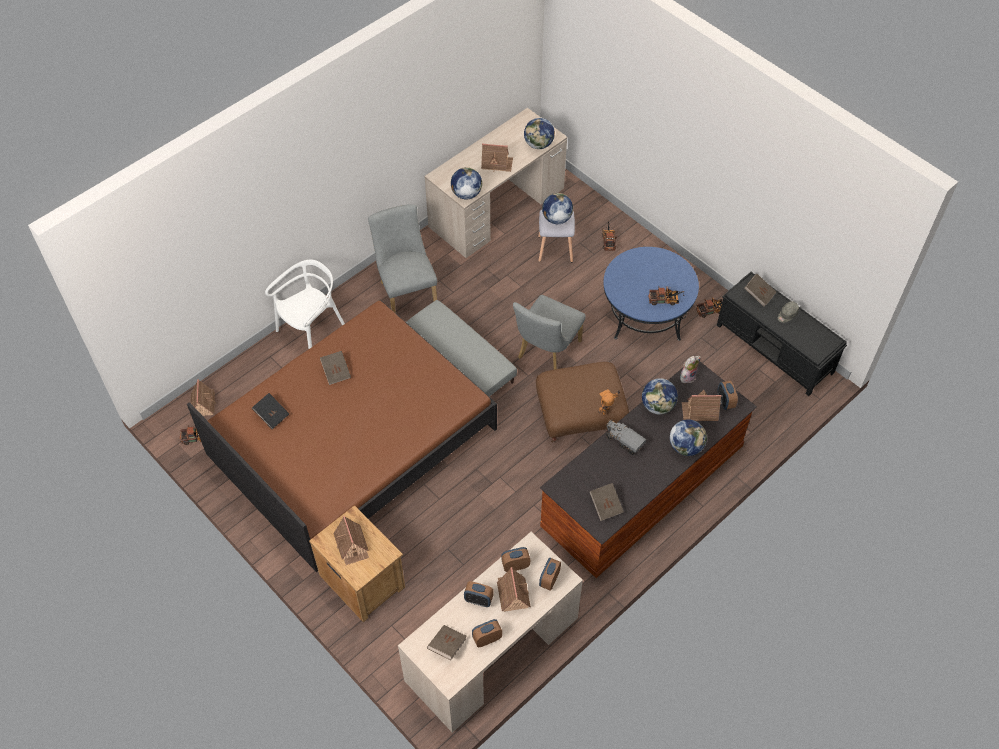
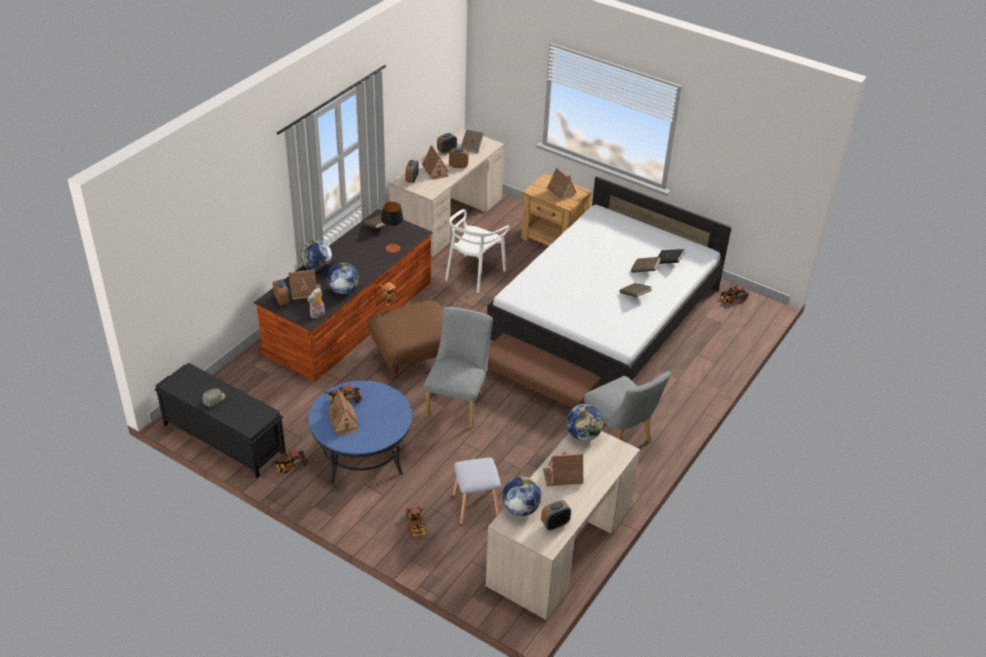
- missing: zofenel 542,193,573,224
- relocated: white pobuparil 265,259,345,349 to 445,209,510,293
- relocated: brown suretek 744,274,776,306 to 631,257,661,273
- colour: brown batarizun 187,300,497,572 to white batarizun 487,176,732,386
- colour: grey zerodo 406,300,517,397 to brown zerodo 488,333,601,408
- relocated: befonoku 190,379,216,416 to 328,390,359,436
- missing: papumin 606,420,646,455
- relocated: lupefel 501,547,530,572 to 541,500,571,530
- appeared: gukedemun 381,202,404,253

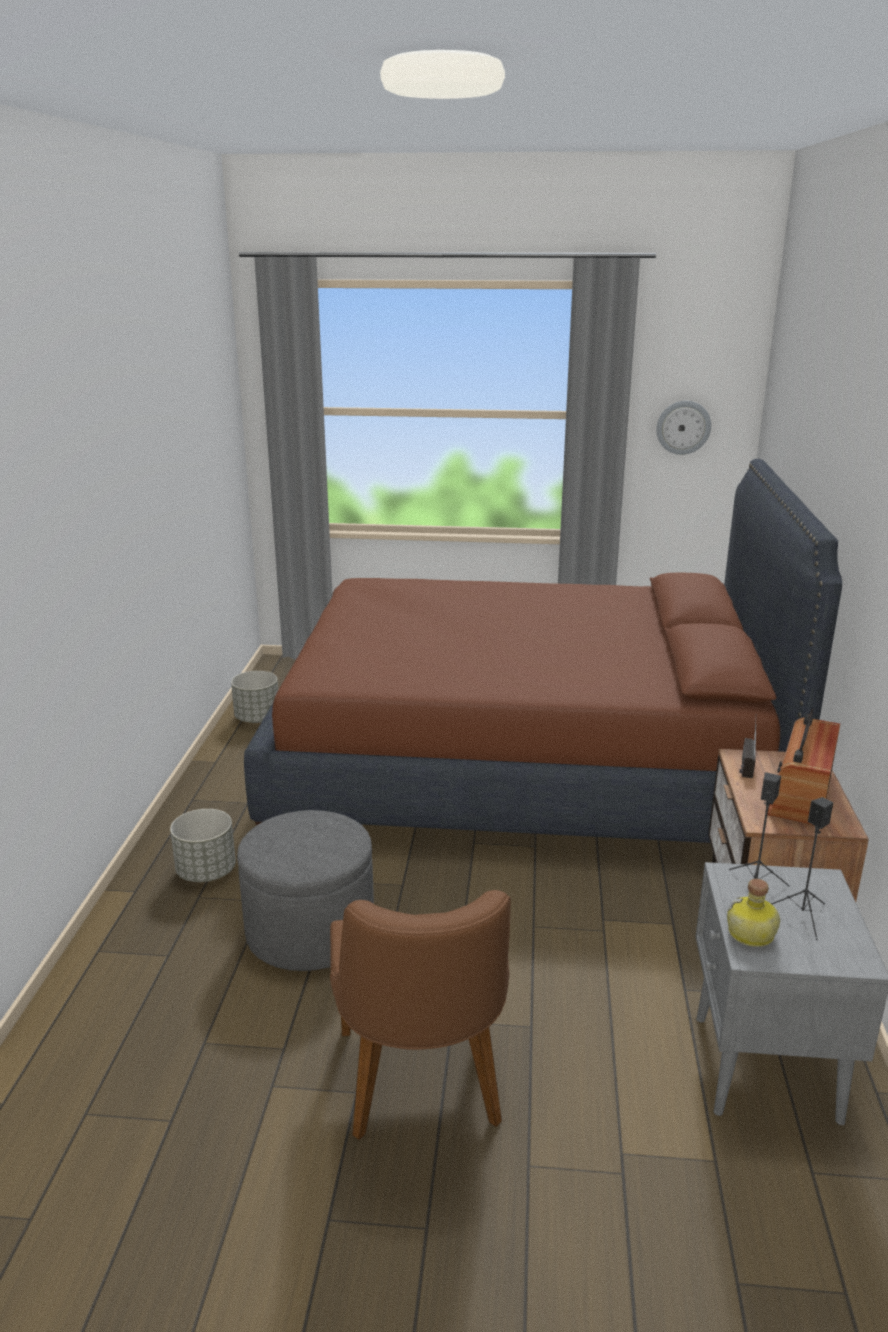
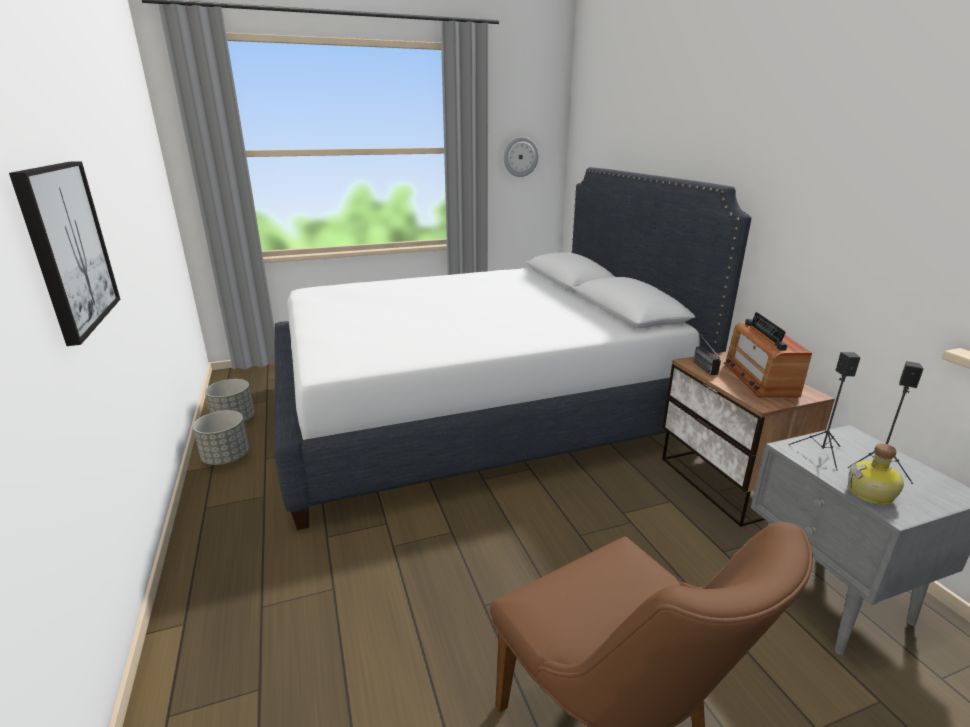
- colour: brown batarizun 244,459,842,843 to white batarizun 275,167,752,530
- relocated: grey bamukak 170,809,236,882 to 193,410,249,465
- missing: grey zerodo 237,810,374,971
- appeared: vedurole 9,161,120,346

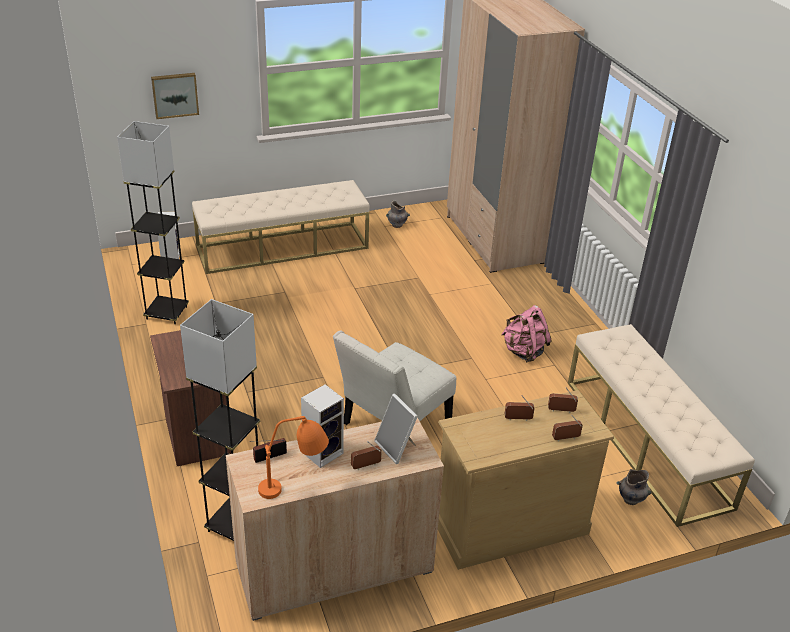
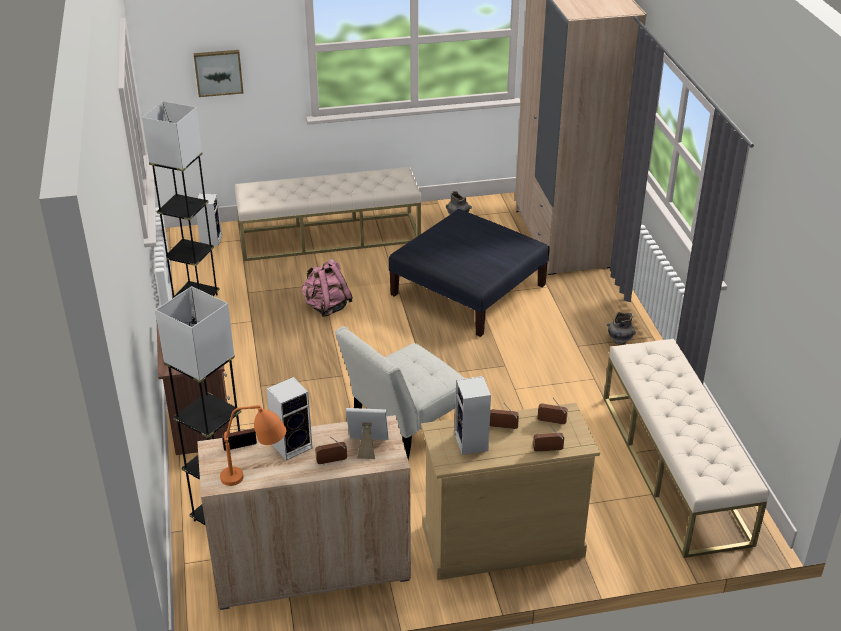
- relocated: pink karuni 501,305,552,362 to 302,259,353,317
- spun: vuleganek 374,394,418,464 = 345,408,389,459 120 degrees clockwise
- relocated: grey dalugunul 616,469,651,505 to 607,312,636,345
- appeared: blue zerodo 389,209,550,337
- appeared: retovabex 455,376,491,455

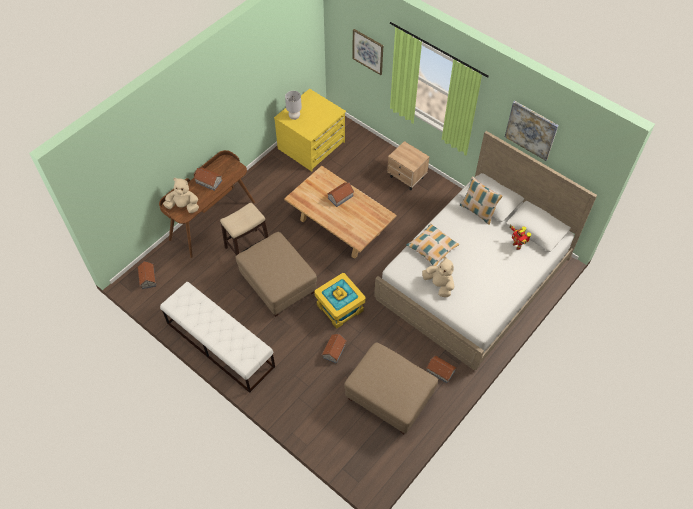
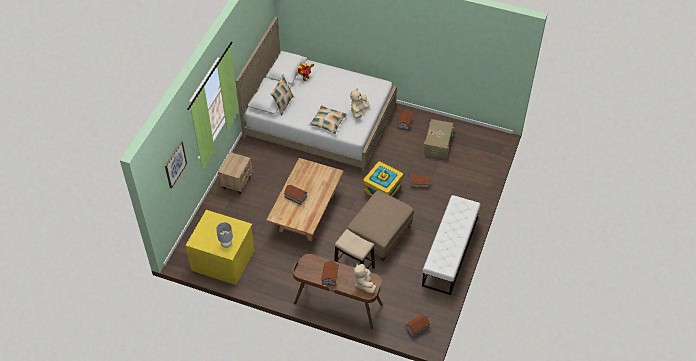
- missing: vedurole 505,101,559,161
- exchanged: beige zerodo 344,342,438,434 to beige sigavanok 423,119,454,159

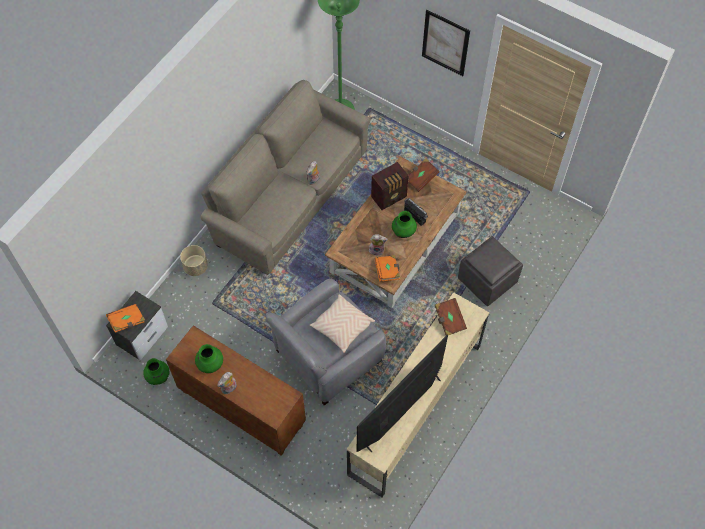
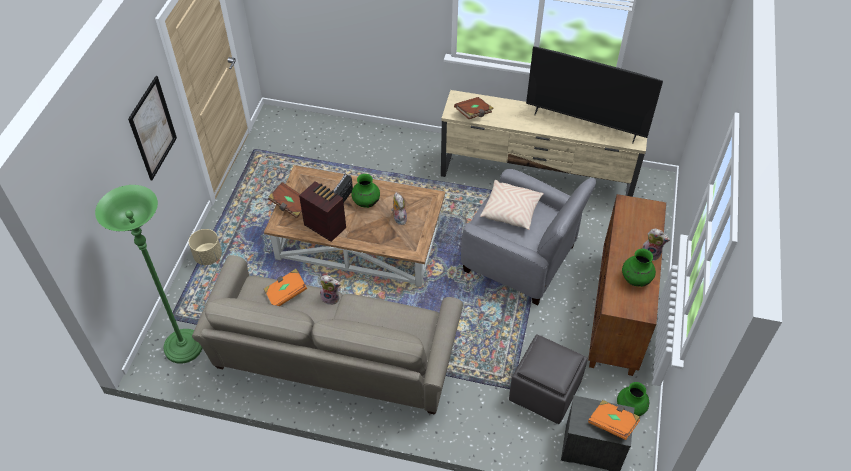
- relocated: grey zerodo 458,236,523,306 to 509,334,588,424
- relocated: beige bamukak 180,245,208,276 to 189,229,222,265
- relocated: orange suretek 374,255,400,282 to 264,269,307,306

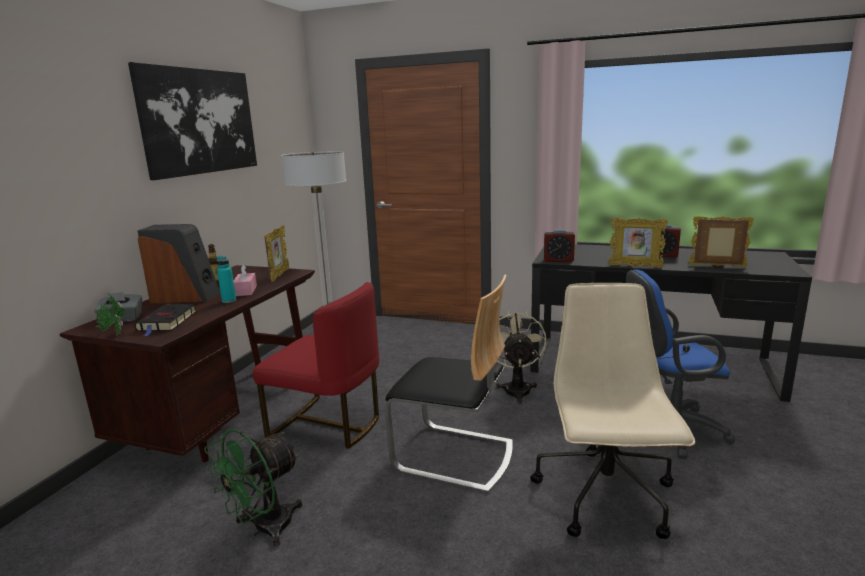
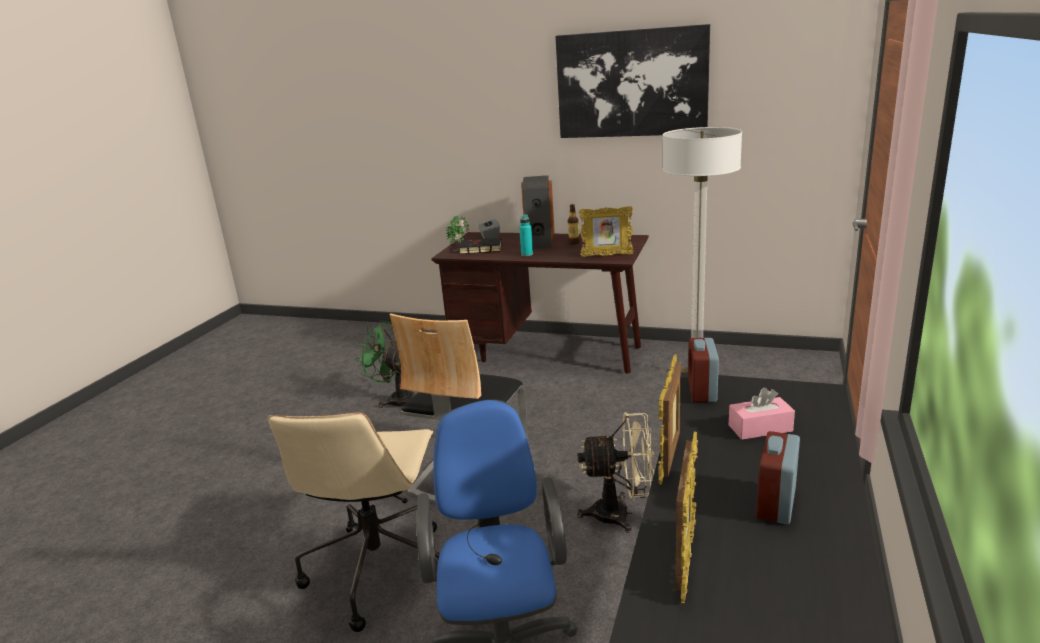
- relocated: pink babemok 233,264,257,296 to 729,387,795,440
- missing: red pobuparil 253,282,379,449
- spun: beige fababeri 530,283,696,539 = 268,412,440,632 90 degrees clockwise

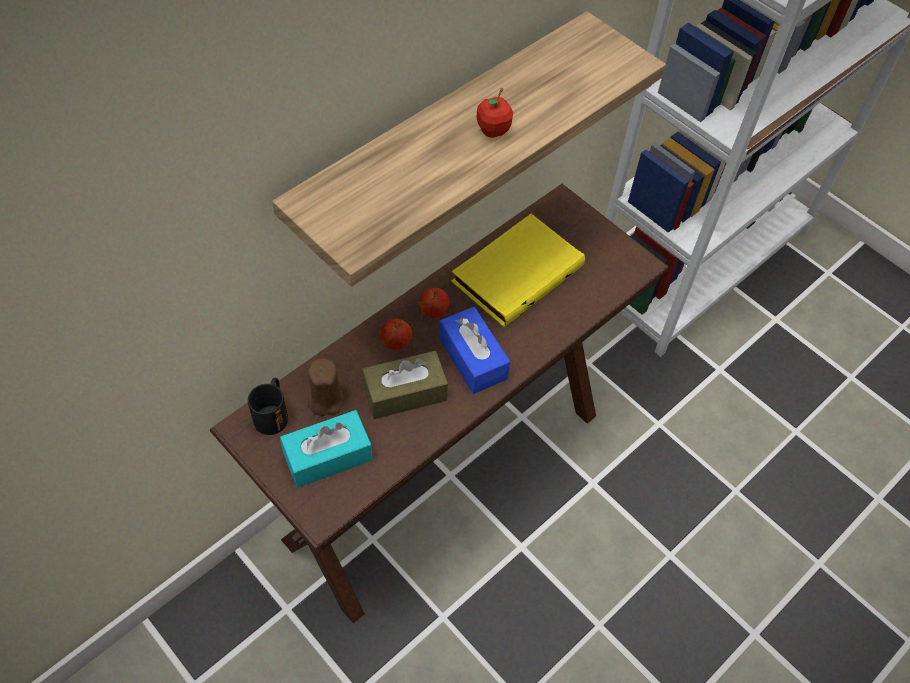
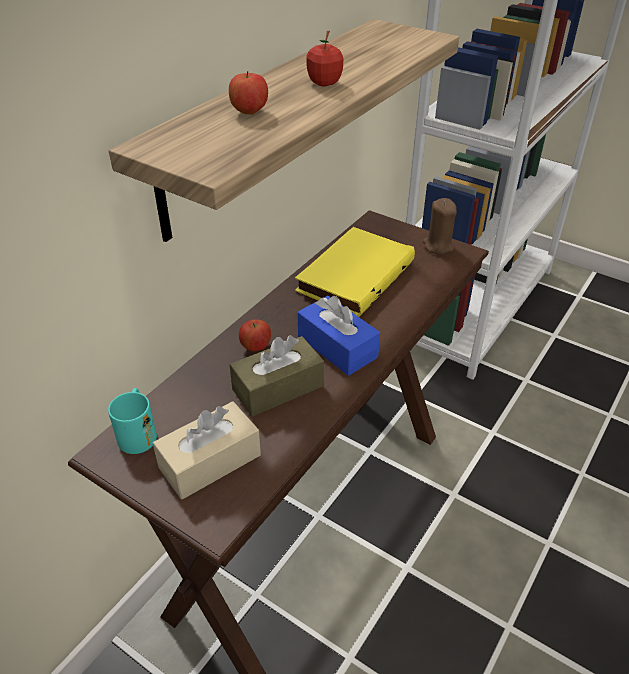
- relocated: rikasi 419,288,450,318 to 229,71,268,115
- relocated: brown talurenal 308,358,344,416 to 423,198,457,254
- colour: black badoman 248,378,288,435 to turquoise badoman 108,388,157,454
- colour: turquoise babemok 280,410,373,488 to beige babemok 153,401,261,499

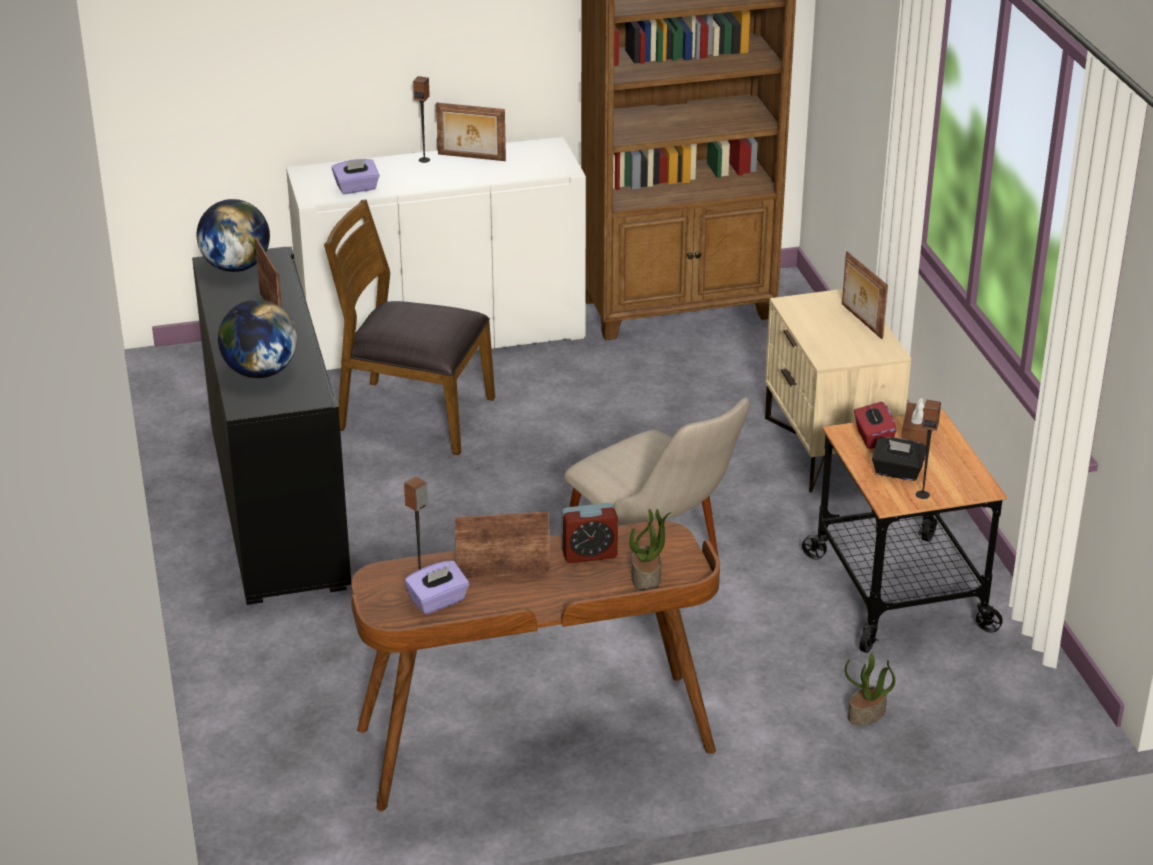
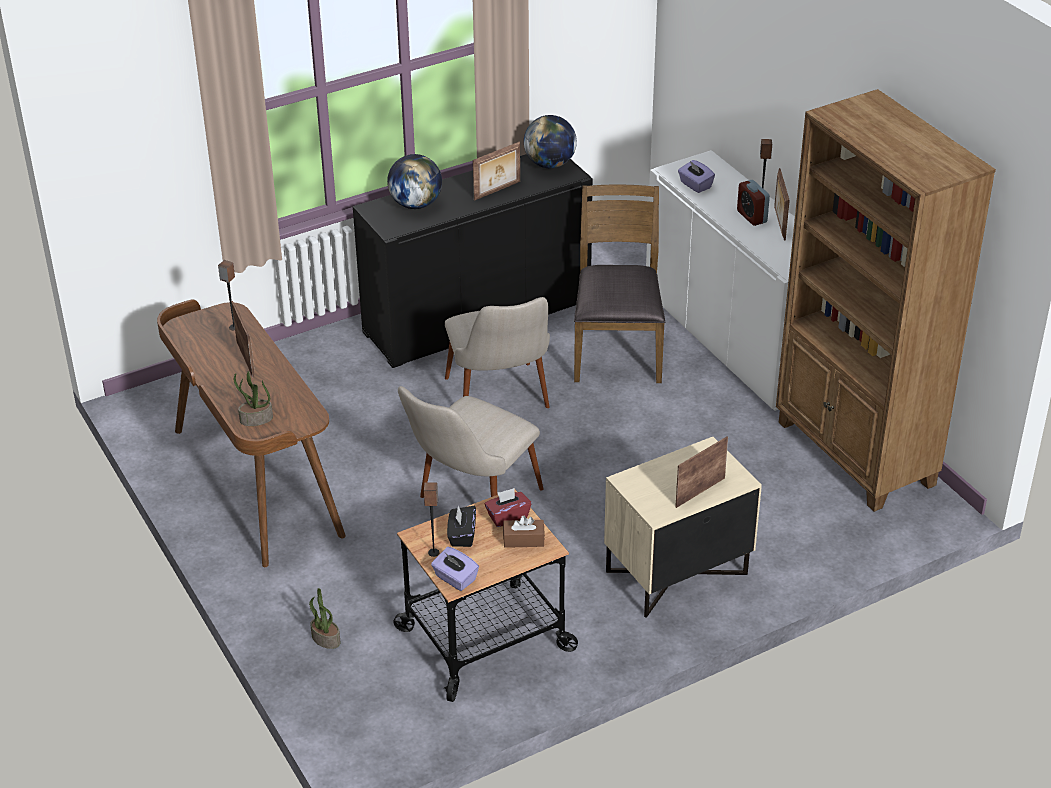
- relocated: lupefel 561,503,618,563 to 737,180,770,226
- relocated: purple babemok 405,561,469,614 to 431,547,479,591
- appeared: beige pobuparil 445,297,550,408

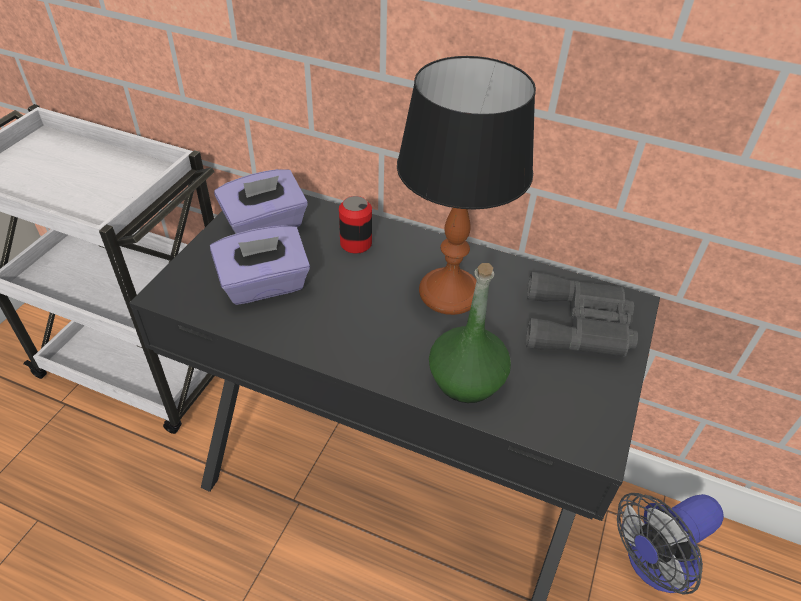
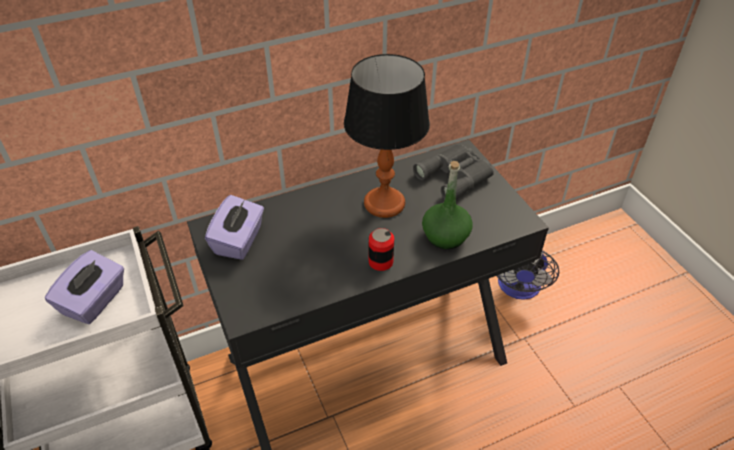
- relocated: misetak 339,196,372,254 to 369,228,394,271
- relocated: purple babemok 210,226,310,305 to 45,250,124,324

